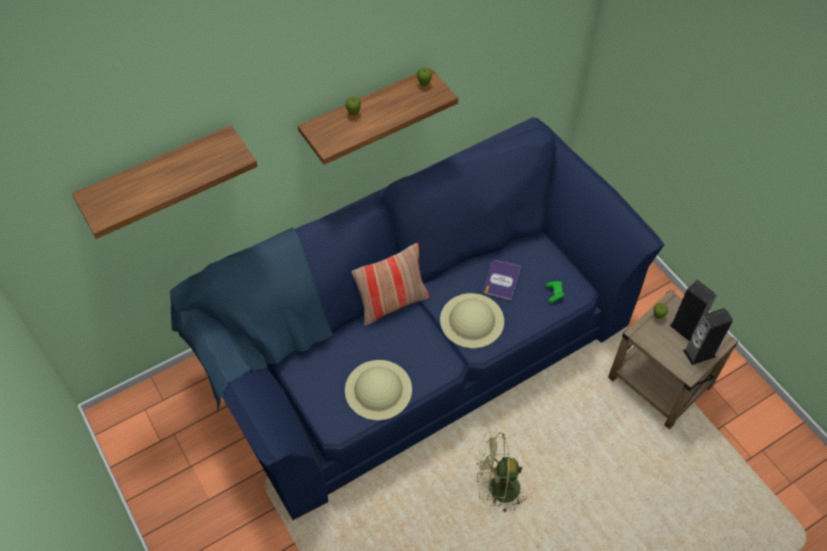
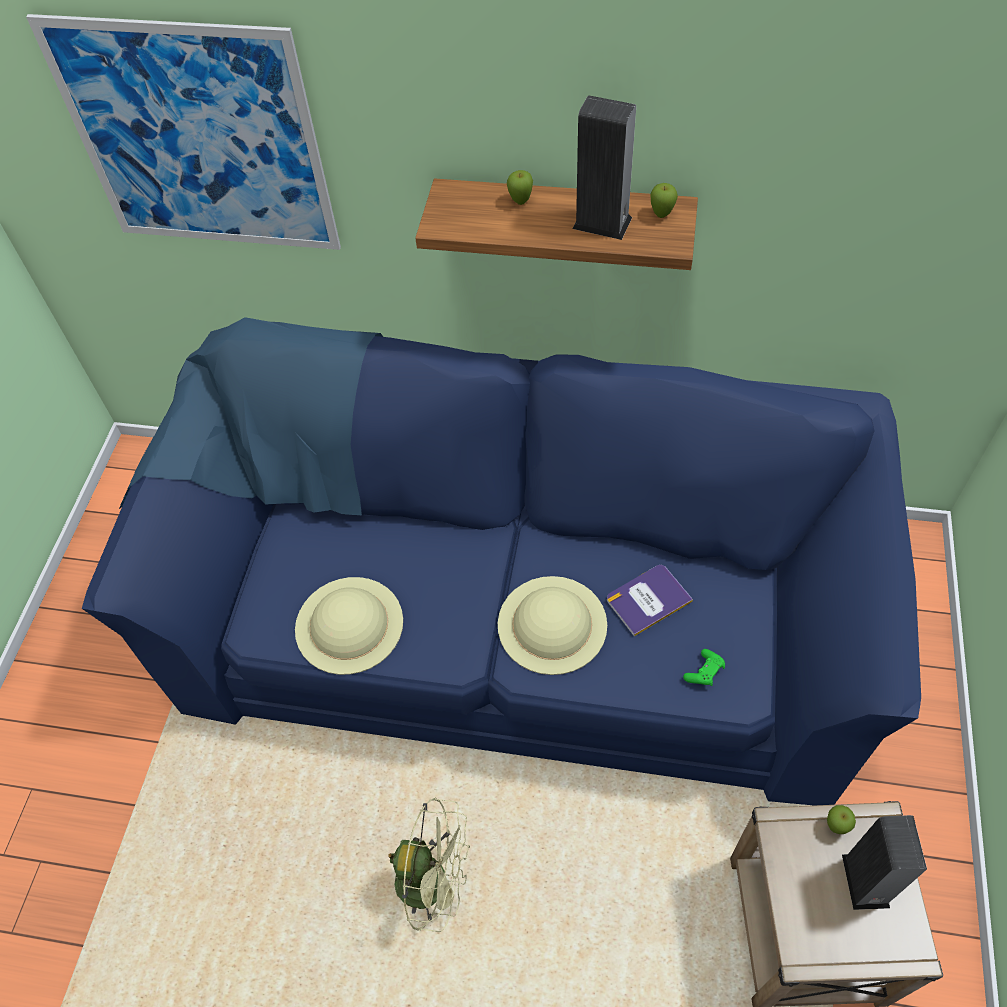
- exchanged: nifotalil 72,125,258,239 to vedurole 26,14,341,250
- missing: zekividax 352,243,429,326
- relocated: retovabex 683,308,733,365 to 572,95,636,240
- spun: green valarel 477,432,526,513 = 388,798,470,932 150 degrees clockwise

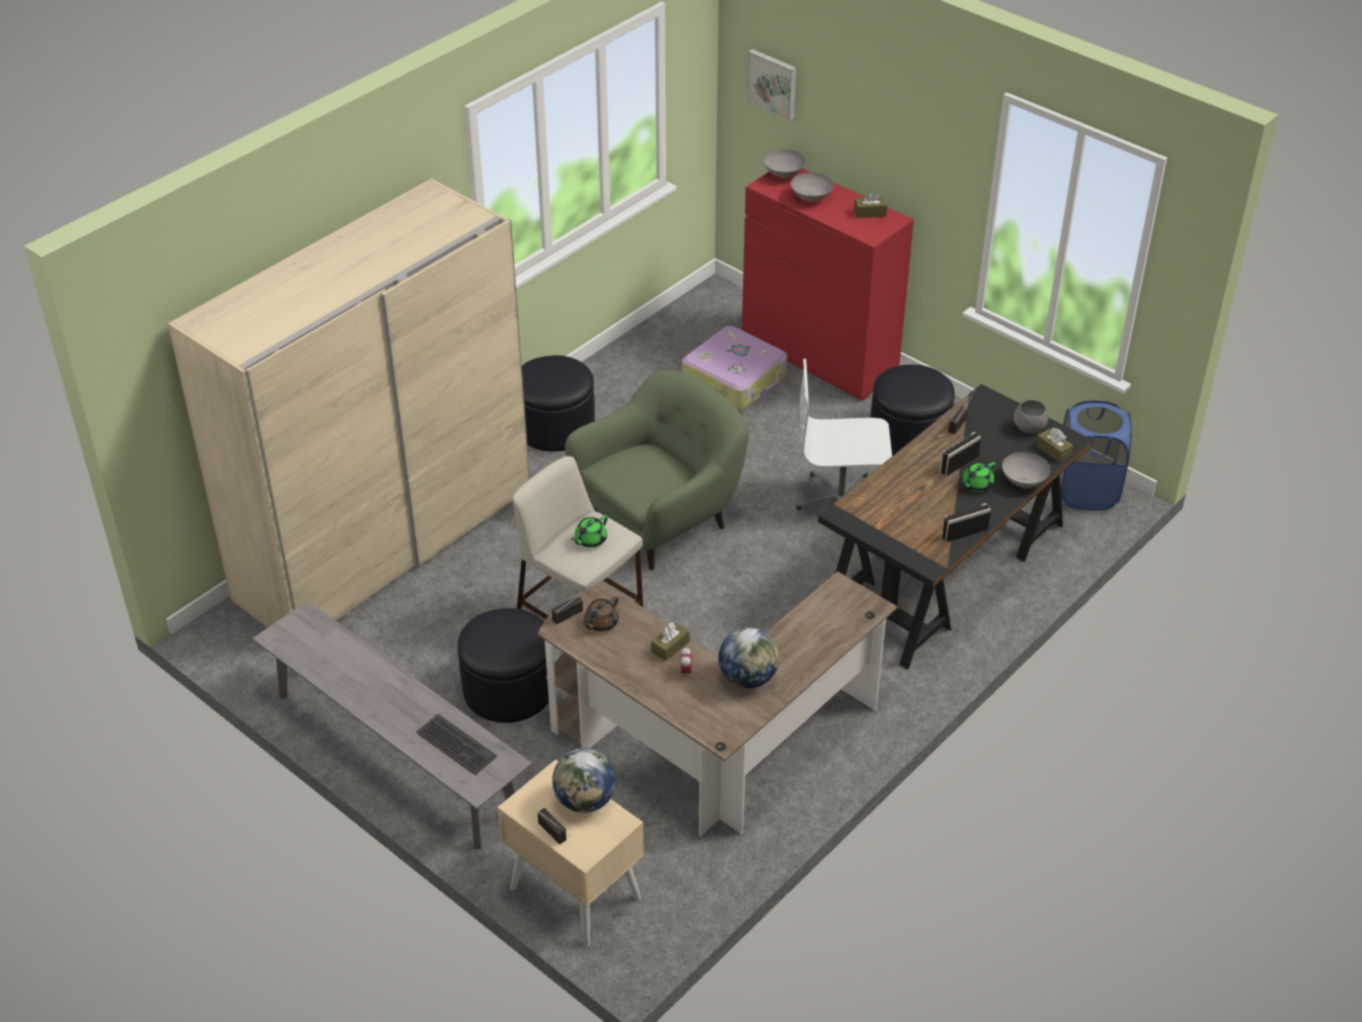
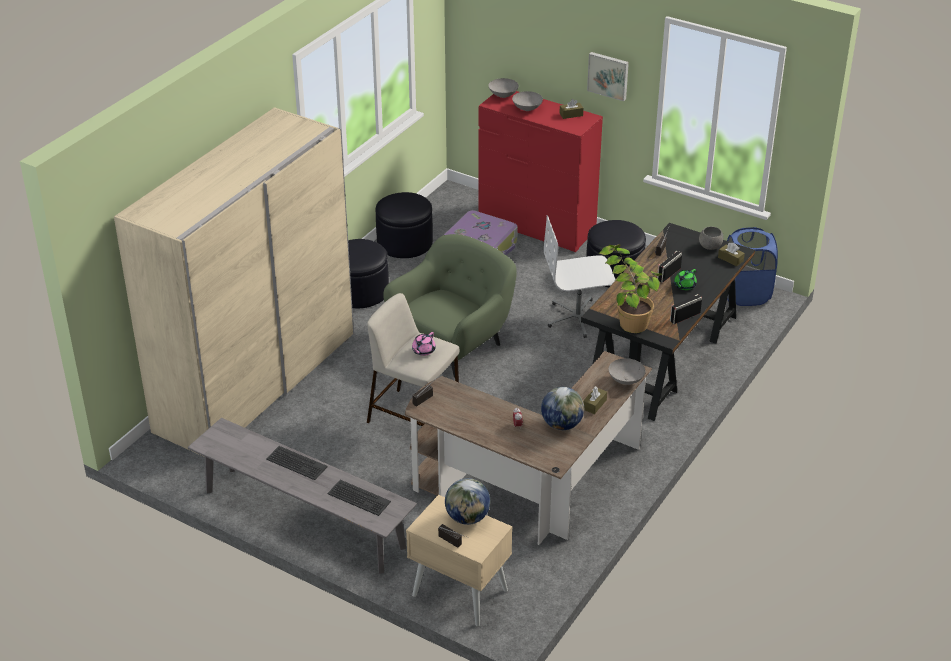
- relocated: vedurole 747,49,796,120 to 587,52,629,101
- relocated: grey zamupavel 1002,452,1051,487 to 608,358,645,385
- colour: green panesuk 571,515,608,548 to pink panesuk 412,332,436,356
- missing: brown panesuk 582,596,619,631
- relocated: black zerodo 458,608,549,723 to 375,192,433,258
- relocated: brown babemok 651,622,690,661 to 583,386,607,414
- appeared: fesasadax 599,244,662,333
- appeared: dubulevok 266,446,328,480

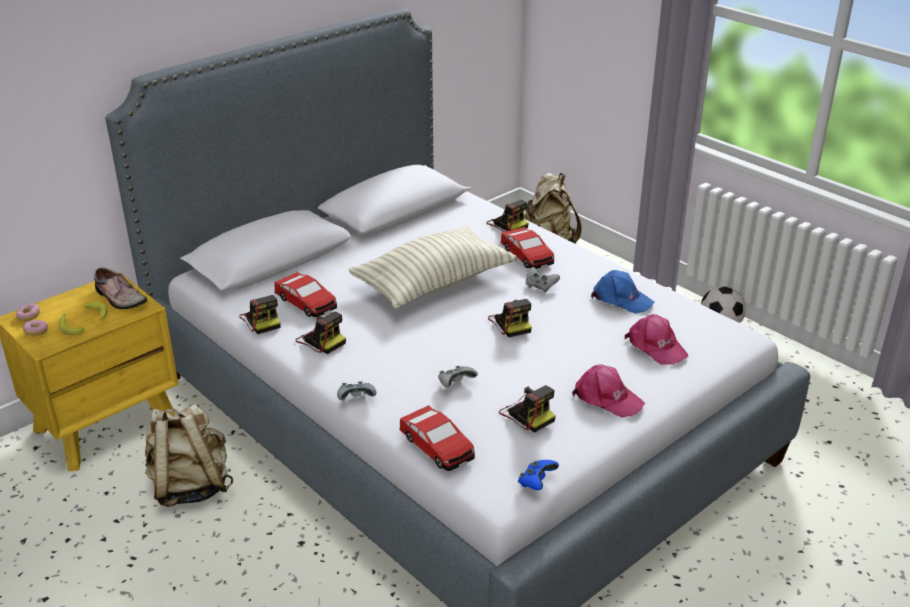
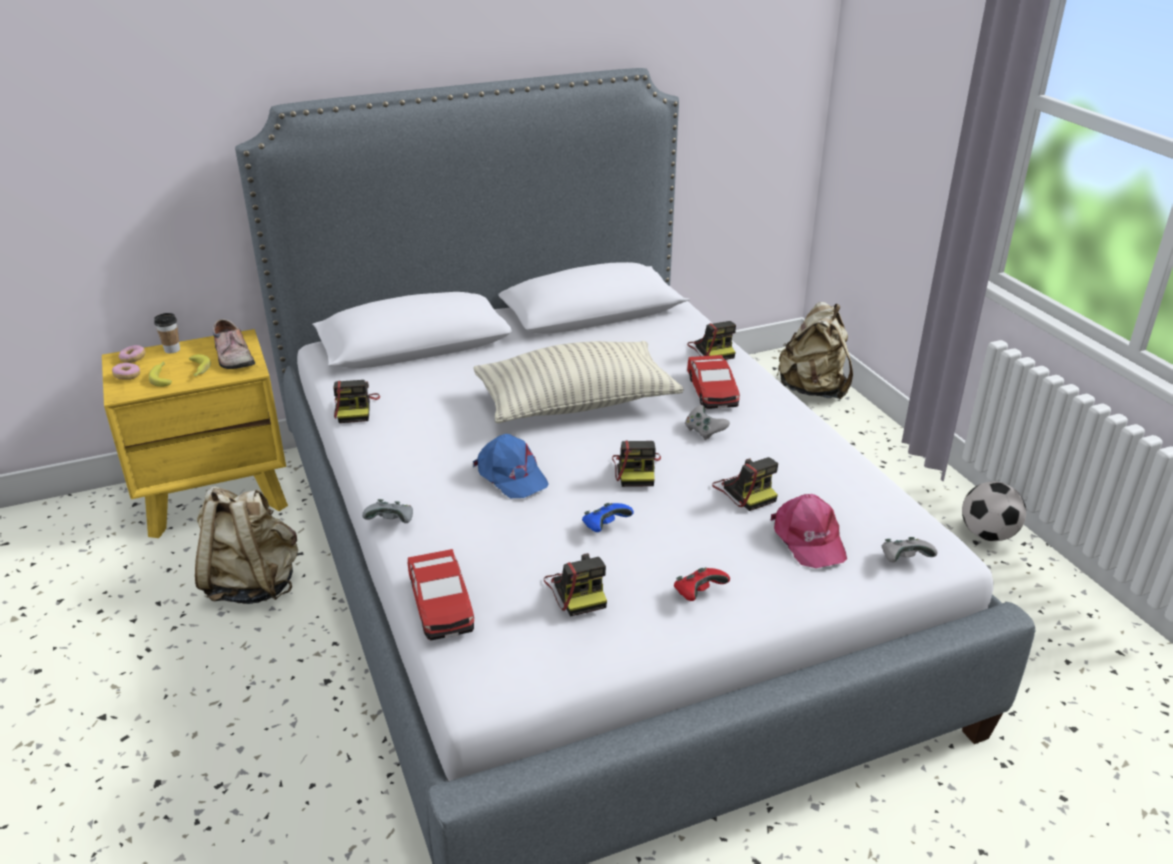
- relocated: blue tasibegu 591,270,654,314 to 473,434,549,498
- missing: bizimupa 274,272,337,317
- relocated: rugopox 296,312,346,354 to 712,457,778,511
- exchanged: pink tasibegu 572,364,645,418 to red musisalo 674,568,730,601
- relocated: grey musisalo 438,366,478,387 to 882,537,938,563
- relocated: blue musisalo 518,460,559,490 to 582,503,634,532
- appeared: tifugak 154,313,180,353

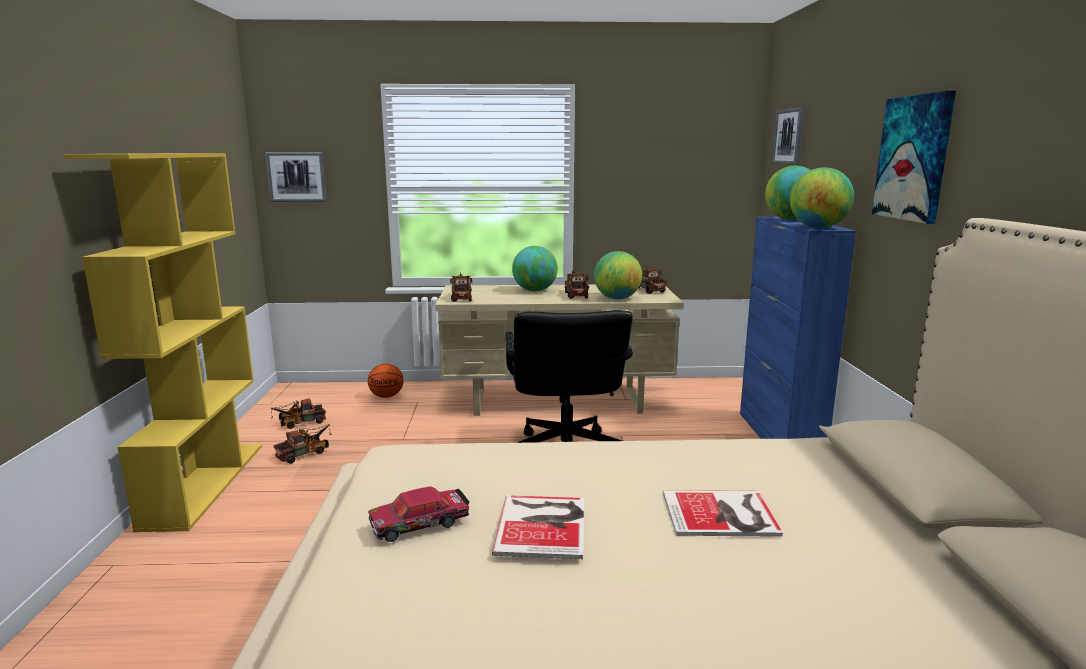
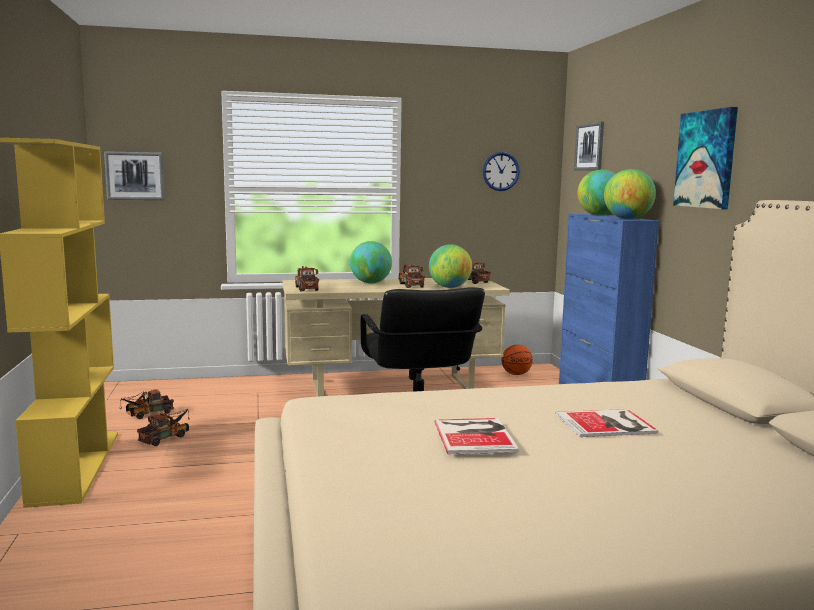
- relocated: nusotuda 368,364,403,398 to 501,345,533,375
- missing: bizimupa 368,487,470,542
- appeared: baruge 483,152,520,191

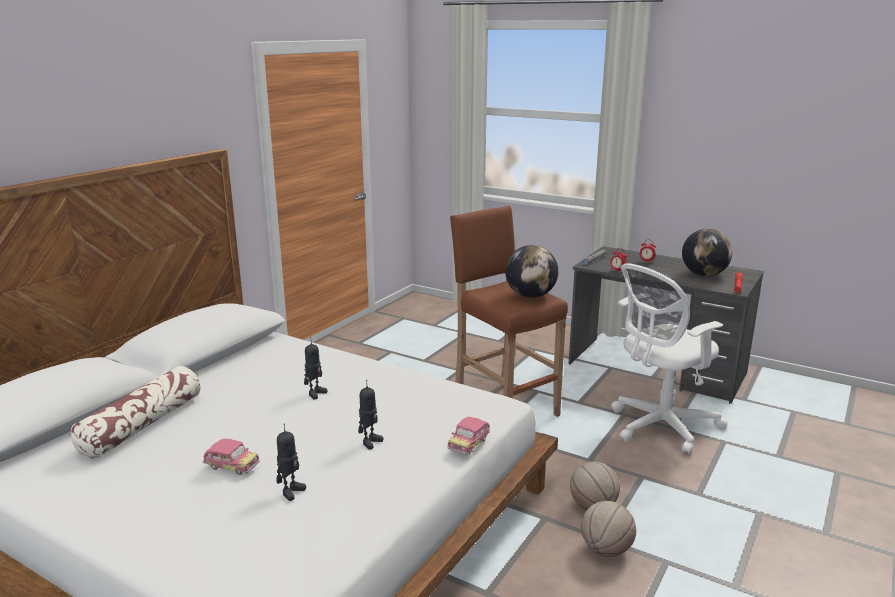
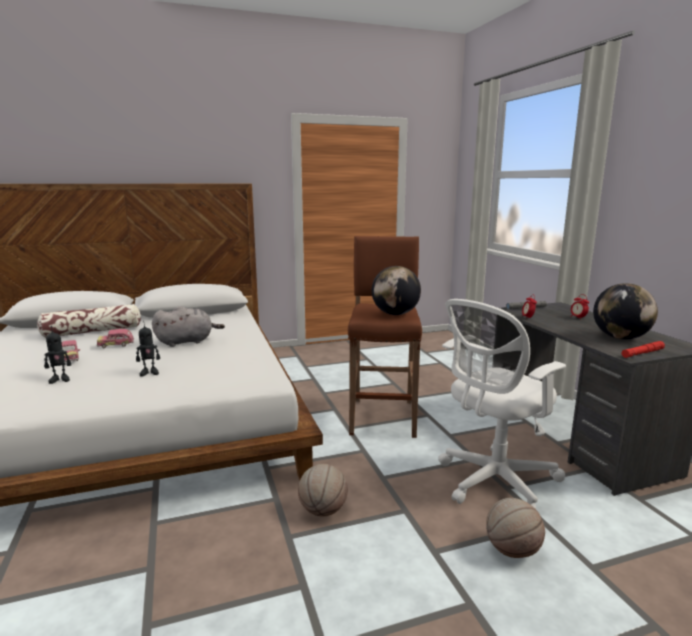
- spun: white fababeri 611,263,728,455 = 438,299,566,509 45 degrees counterclockwise
- exchanged: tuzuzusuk 304,337,327,399 to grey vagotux 152,306,225,347
- relocated: bizimupa 448,416,490,455 to 97,329,134,348
- relocated: nusotuda 581,501,636,557 to 486,498,545,558

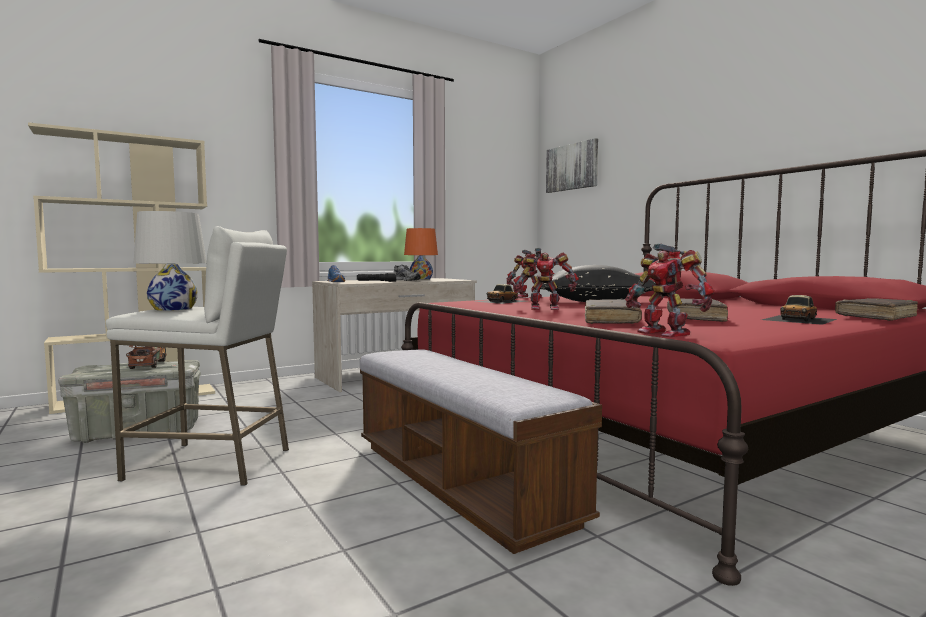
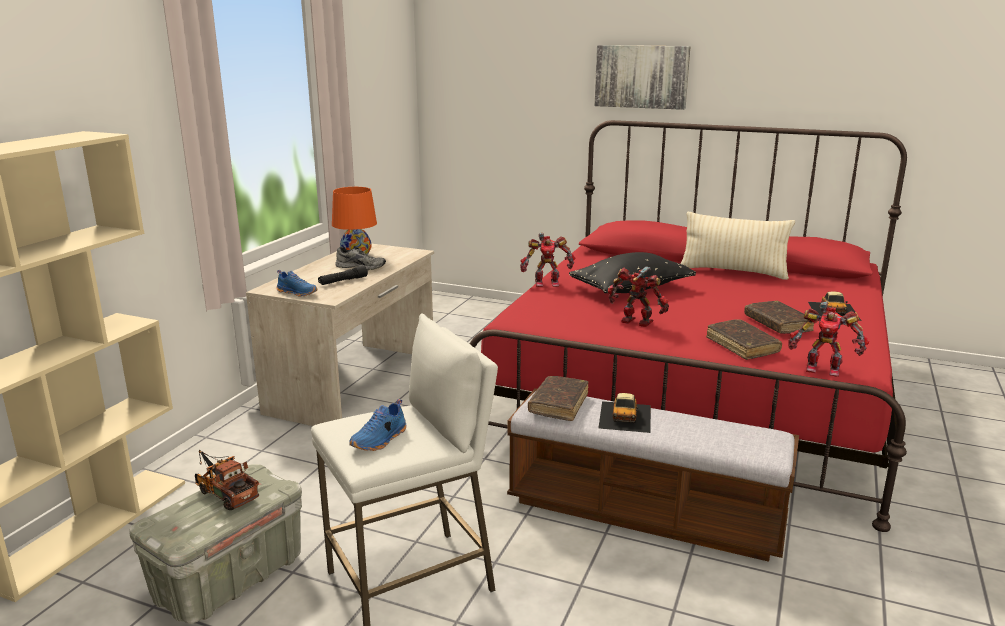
- relocated: vedurole 546,138,598,193 to 595,45,690,110
- exchanged: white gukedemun 134,211,207,311 to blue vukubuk 349,399,406,451
- spun: tuzuzusuk 513,248,579,310 = 608,266,669,327 120 degrees counterclockwise
- relocated: bizimupa 474,284,527,304 to 598,393,651,433
- relocated: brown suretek 835,298,918,321 to 528,376,589,421
- appeared: beige zekividax 680,211,795,280

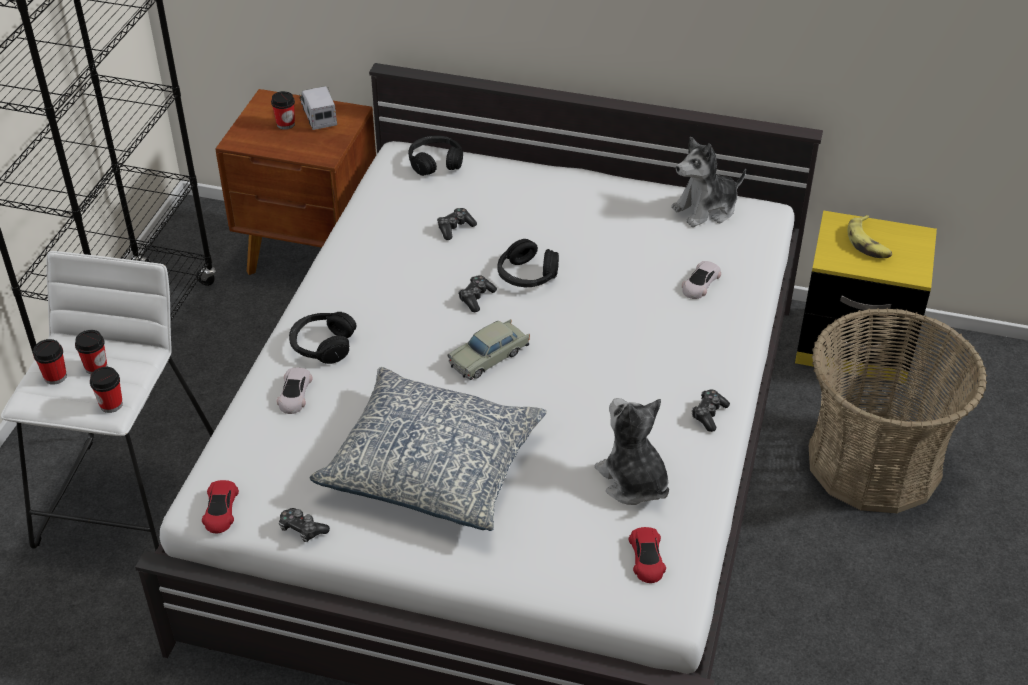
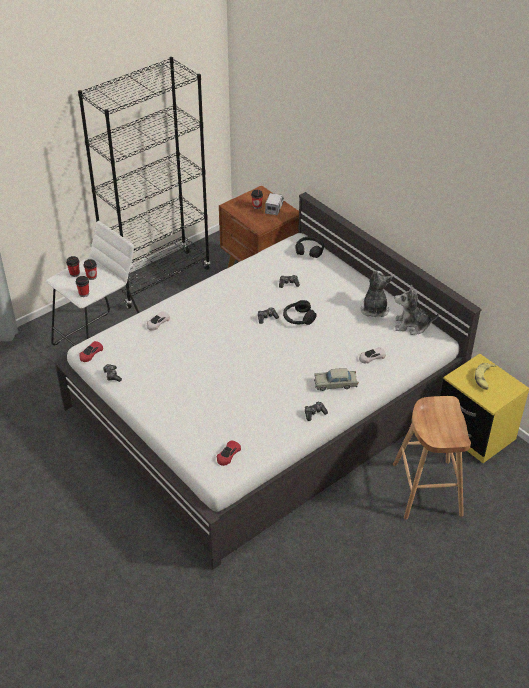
- exchanged: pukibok 809,308,987,513 to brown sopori 393,396,471,519
- missing: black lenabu 289,312,357,364
- relocated: beige bizimupa 448,319,530,380 to 314,369,358,391
- missing: zekividax 310,367,547,531
- relocated: vagotux 595,398,669,505 to 360,270,393,317

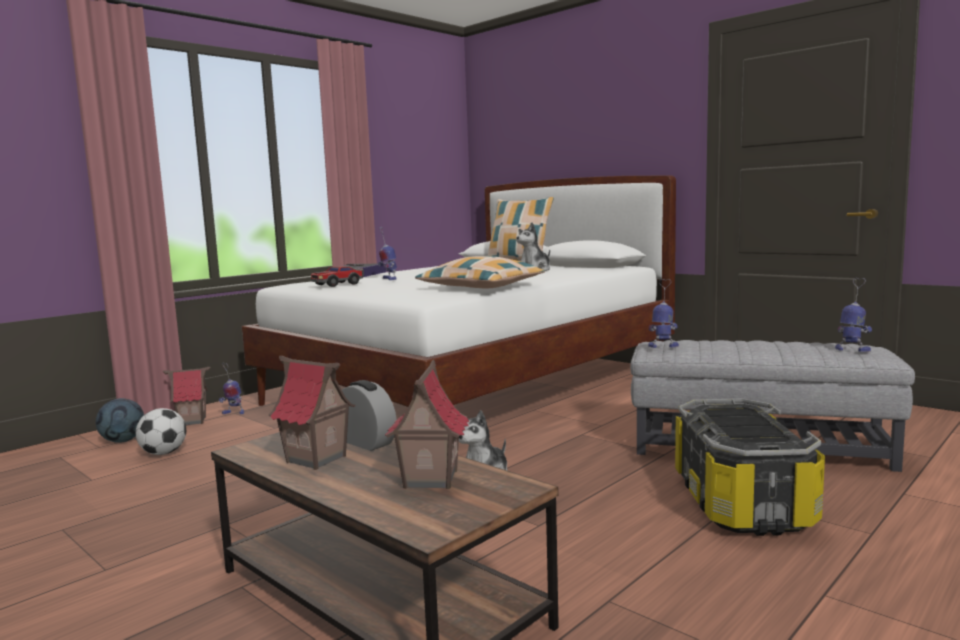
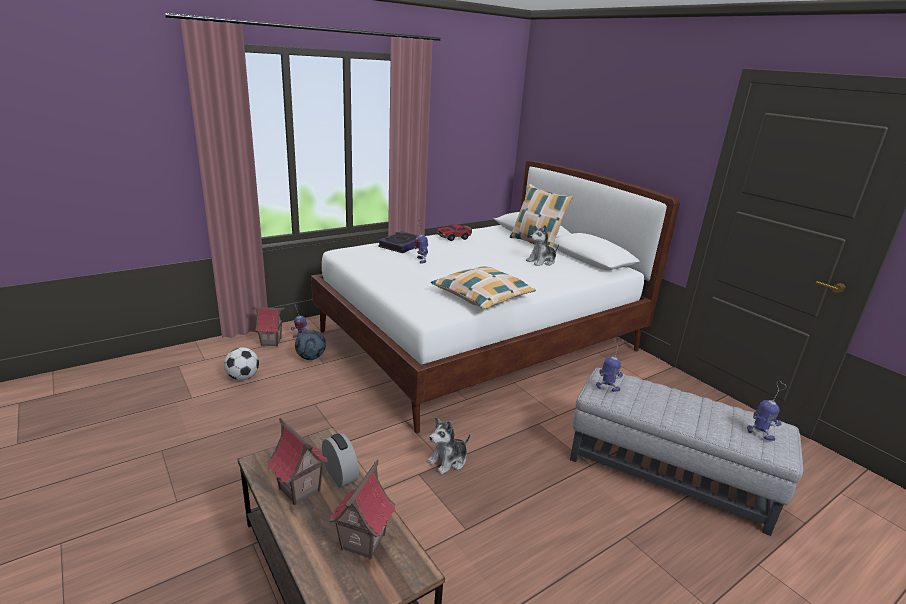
- relocated: bizimupa 311,266,364,287 to 437,225,472,241
- relocated: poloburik 96,398,144,443 to 295,330,326,360
- missing: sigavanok 675,398,825,536

